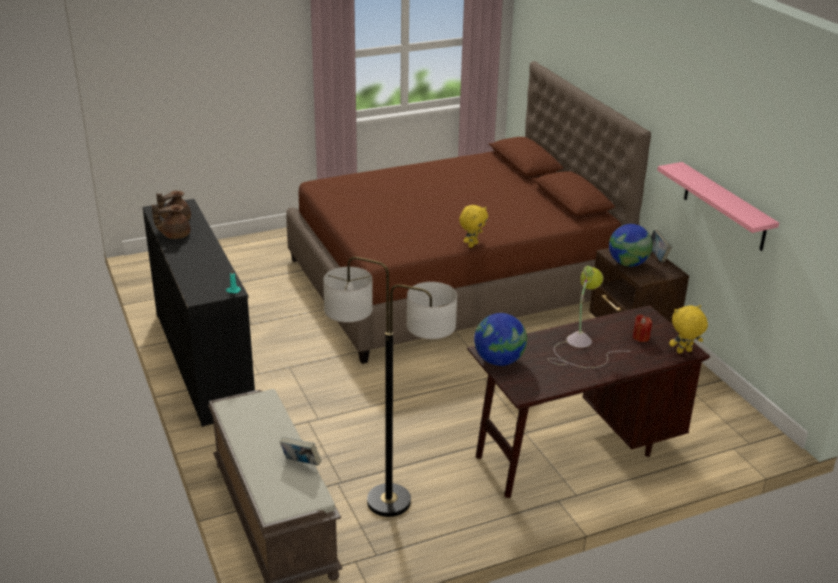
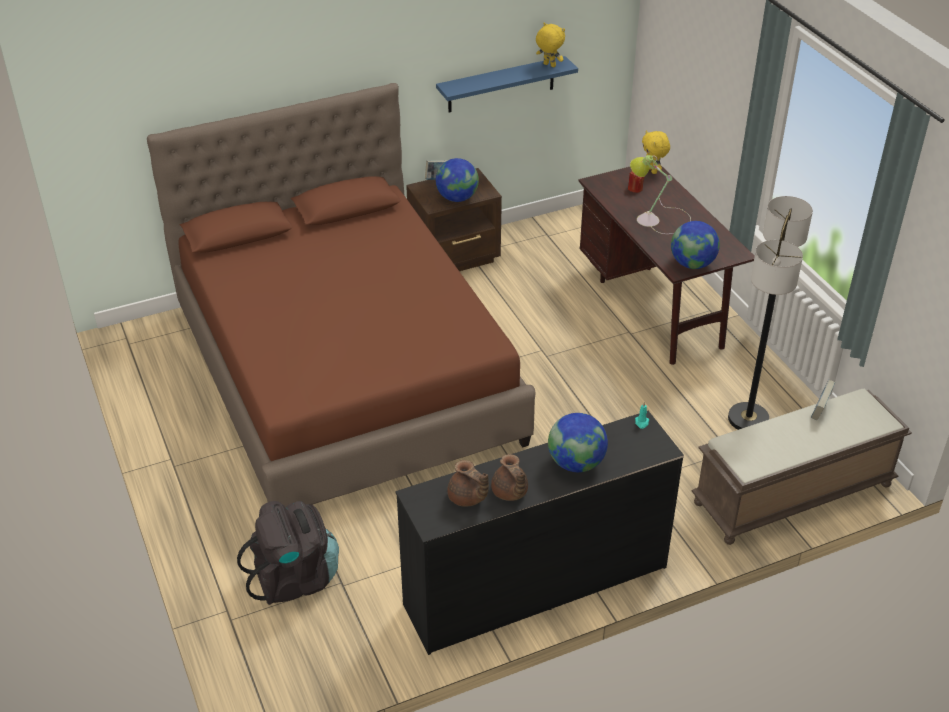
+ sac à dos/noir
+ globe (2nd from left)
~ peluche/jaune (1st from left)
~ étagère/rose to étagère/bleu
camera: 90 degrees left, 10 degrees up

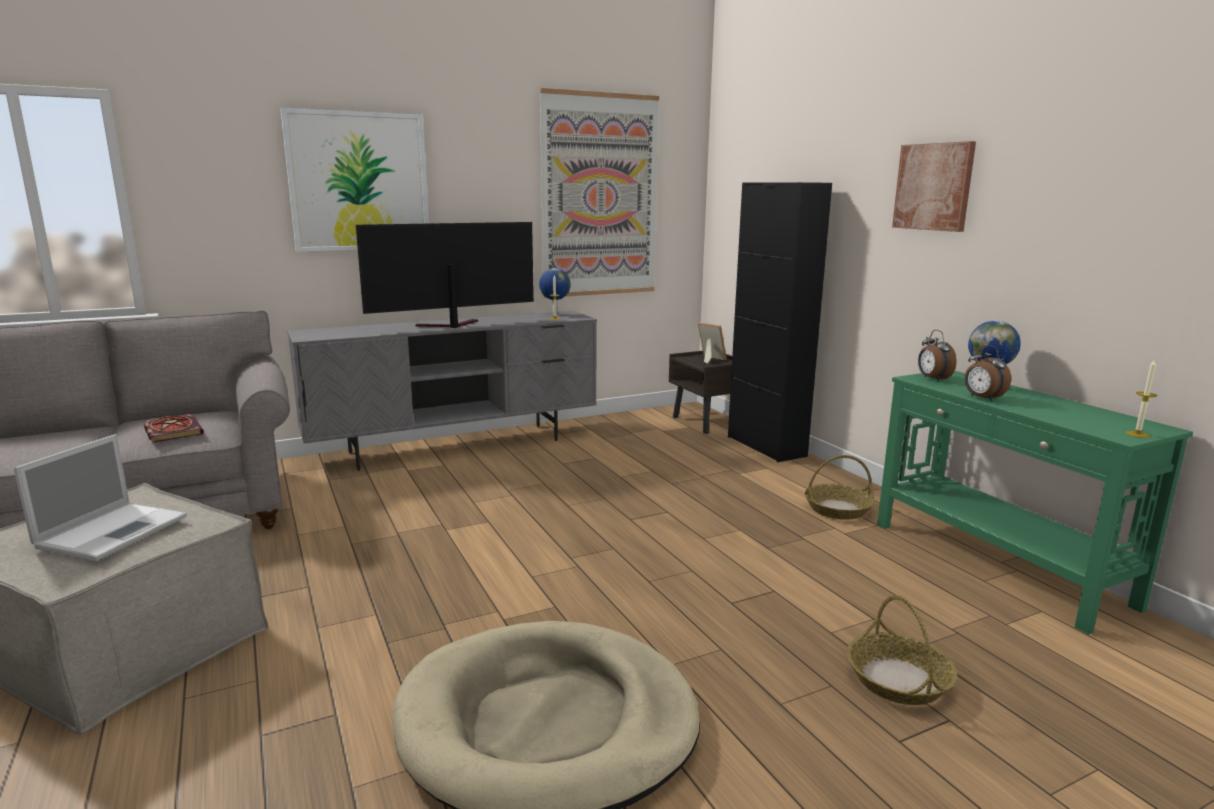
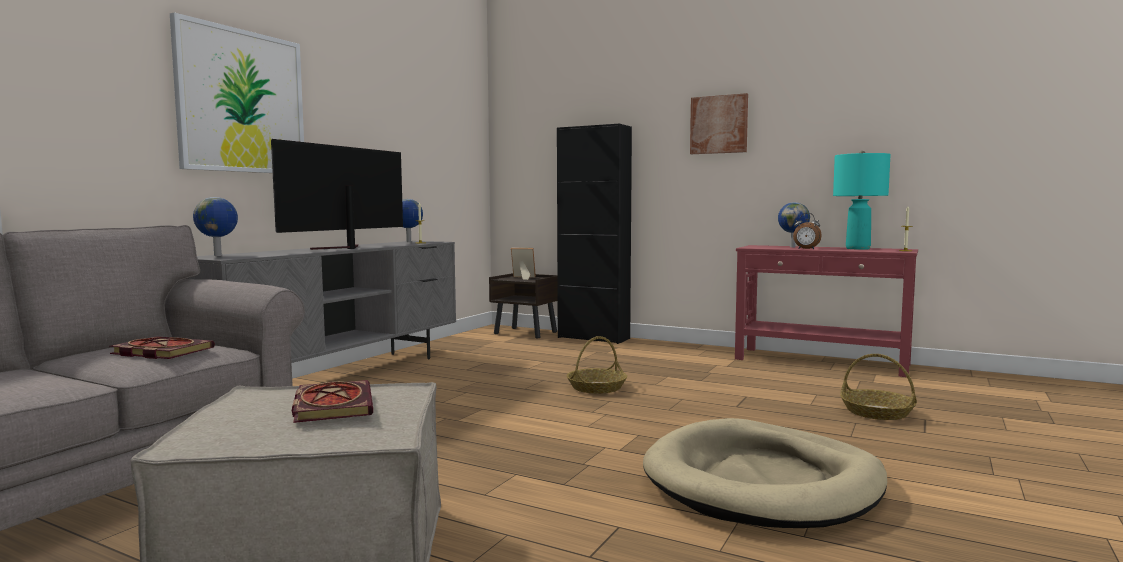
- tableau (2nd from left)
- réveil (1st from left)
+ globe (1st from left)
+ lampe de table/turquoise
~ panier (1st from left)
~ ordinateur portable to livre (2nd from left)
~ table console/vert to table console/rouge
camera: 35 degrees left, 10 degrees down

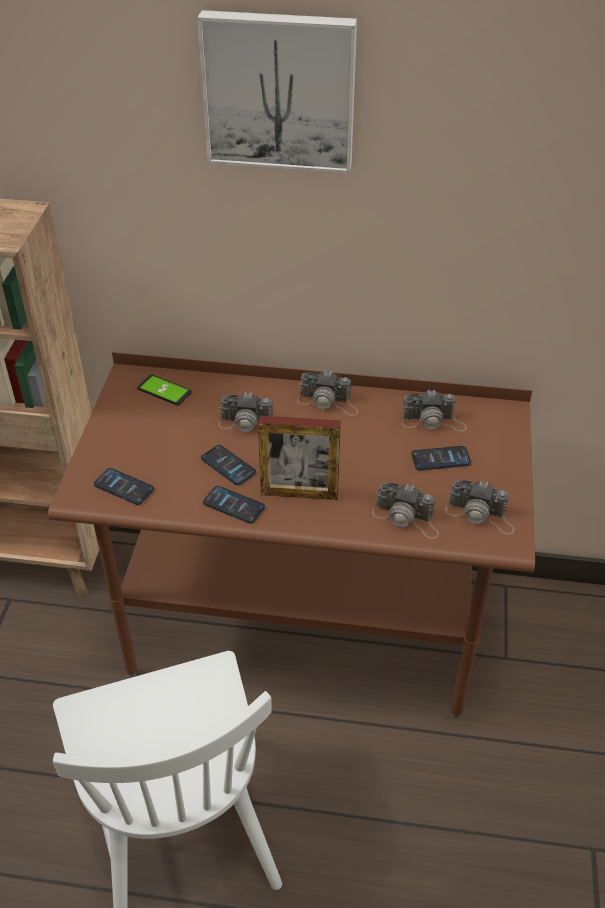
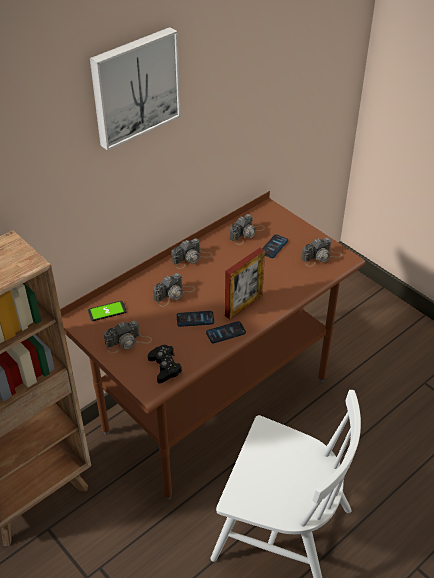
~ appareil photo (3rd from left in the first image) to appareil photo (1st from left)
~ téléphone (1st from left) to manette/noir
camera: 50 degrees left, 0 degrees up

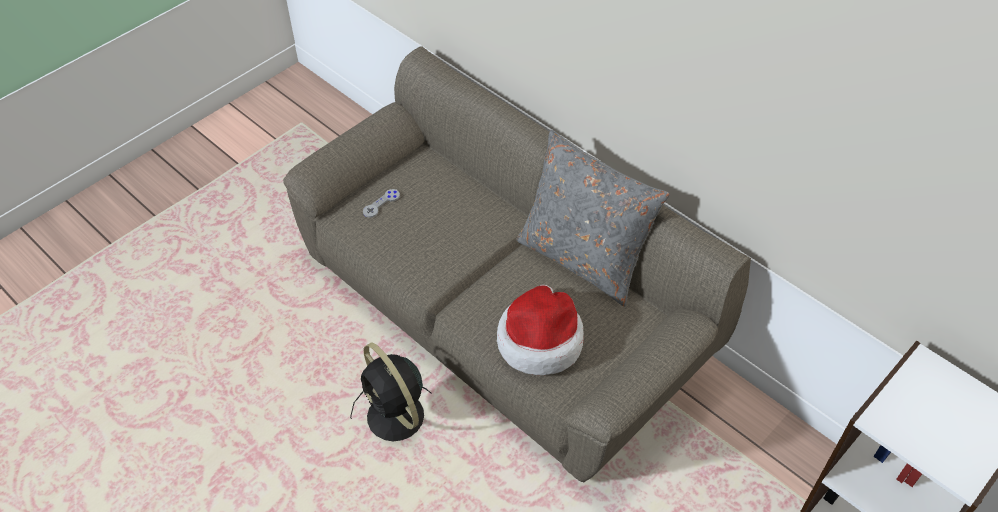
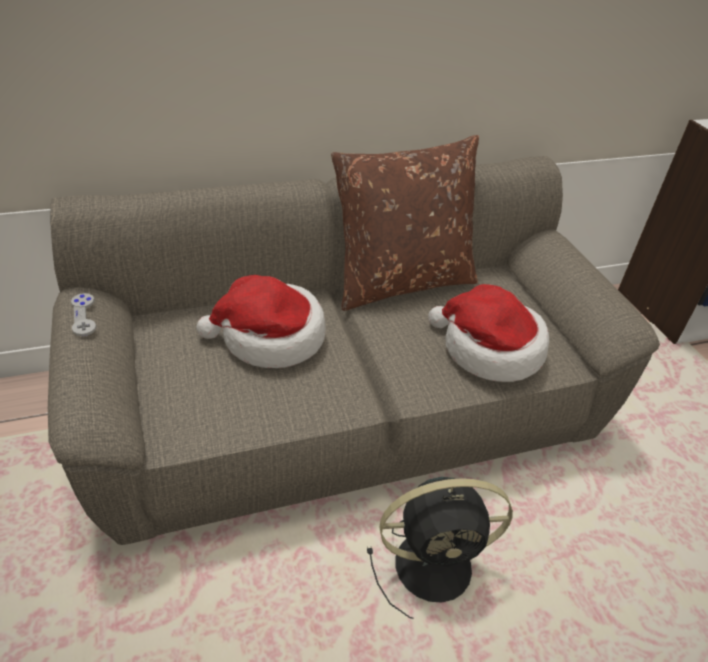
+ chapeau (1st from left)
~ manette/gris
~ coussin/gris to coussin/marron
camera: 65 degrees left, 10 degrees down

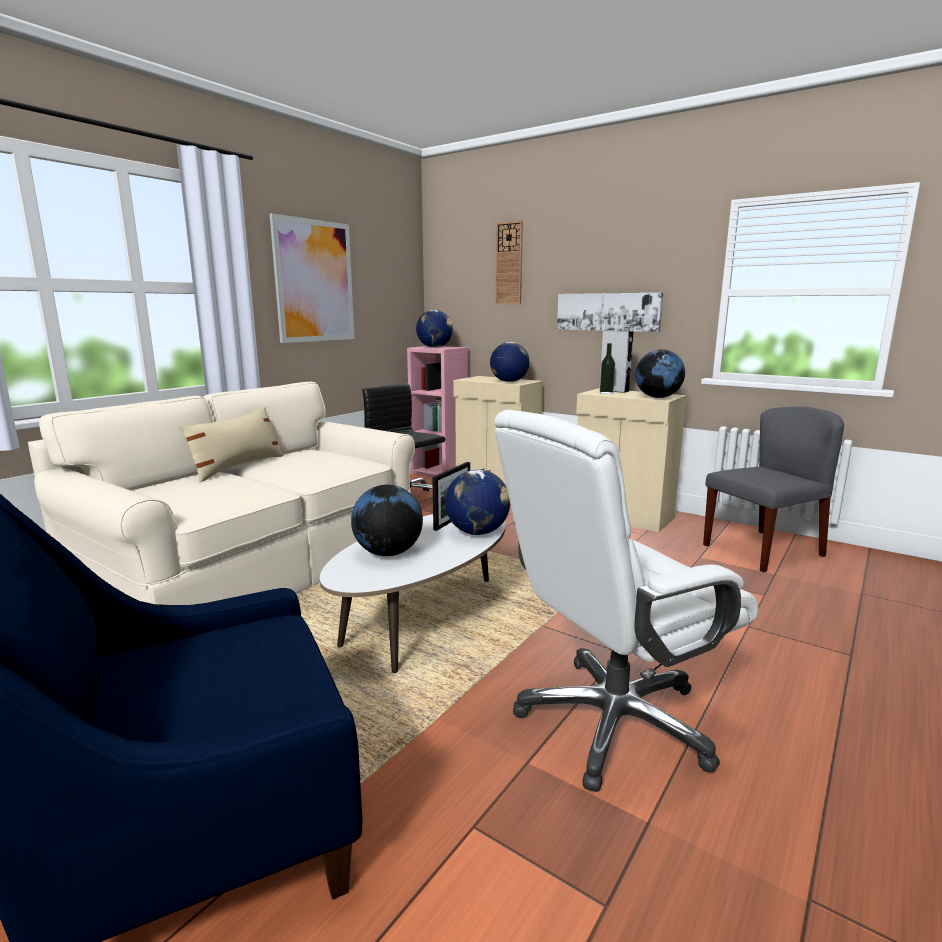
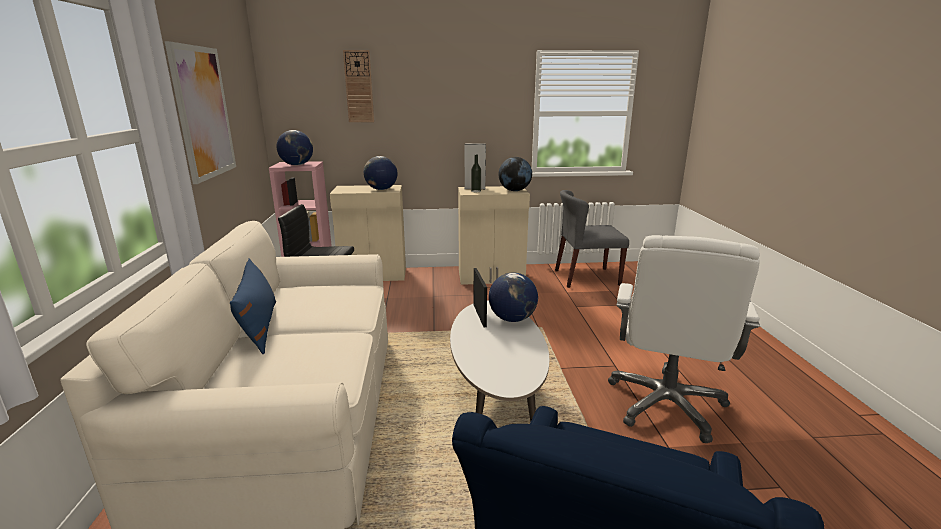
- globe (1st from left)
- tableau (2nd from left)
~ coussin/beige to coussin/bleu
~ chaise/gris 120 degrees counterclockwise
camera: 40 degrees left, 5 degrees up

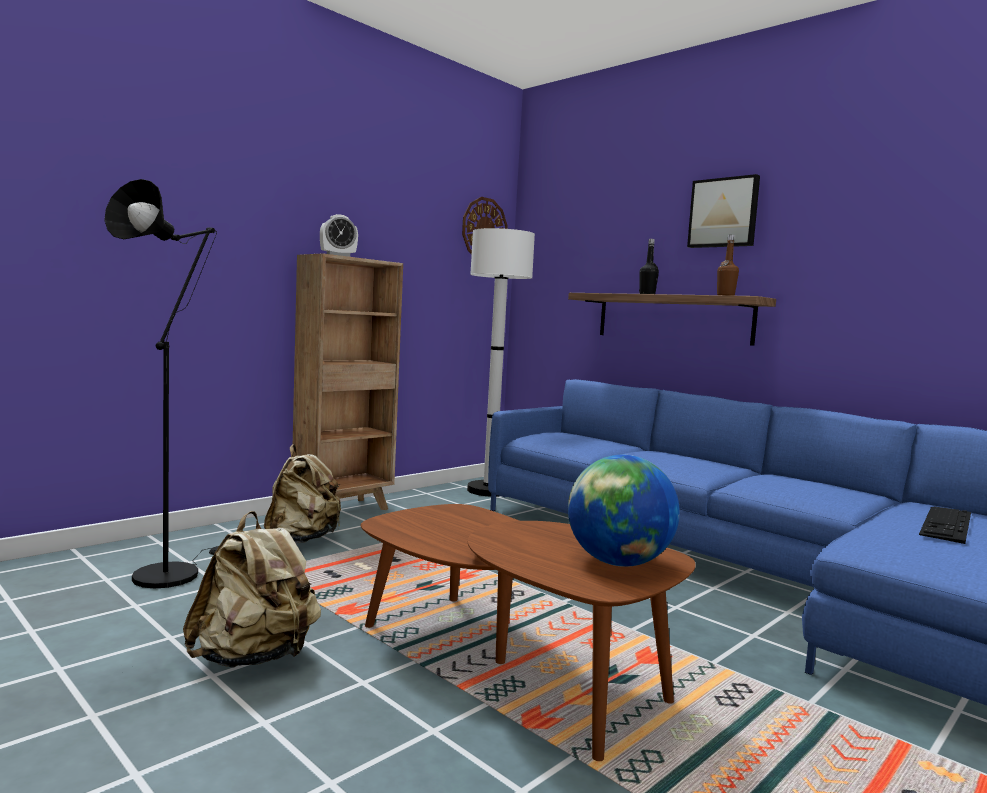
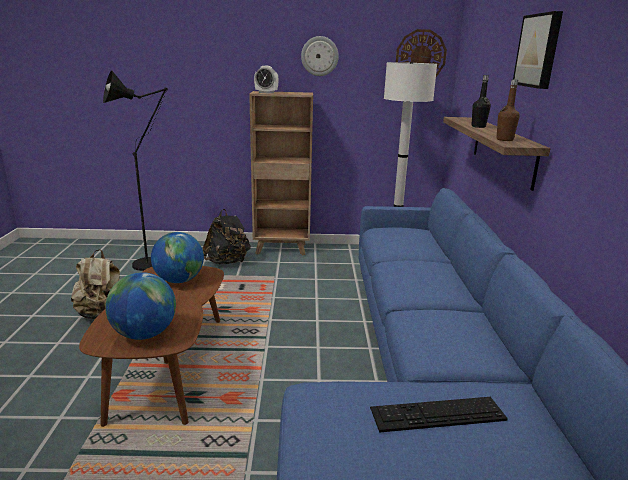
+ globe (2nd from left)
+ horloge murale (1st from left)
~ sac à dos/beige (2nd from left) to sac à dos/noir
camera: 45 degrees right, 15 degrees up

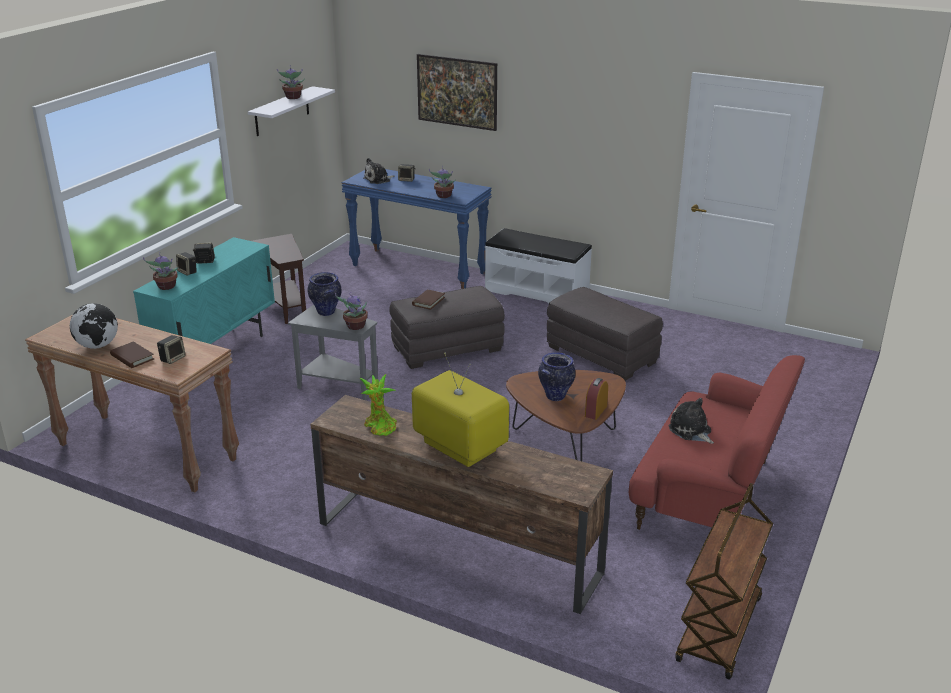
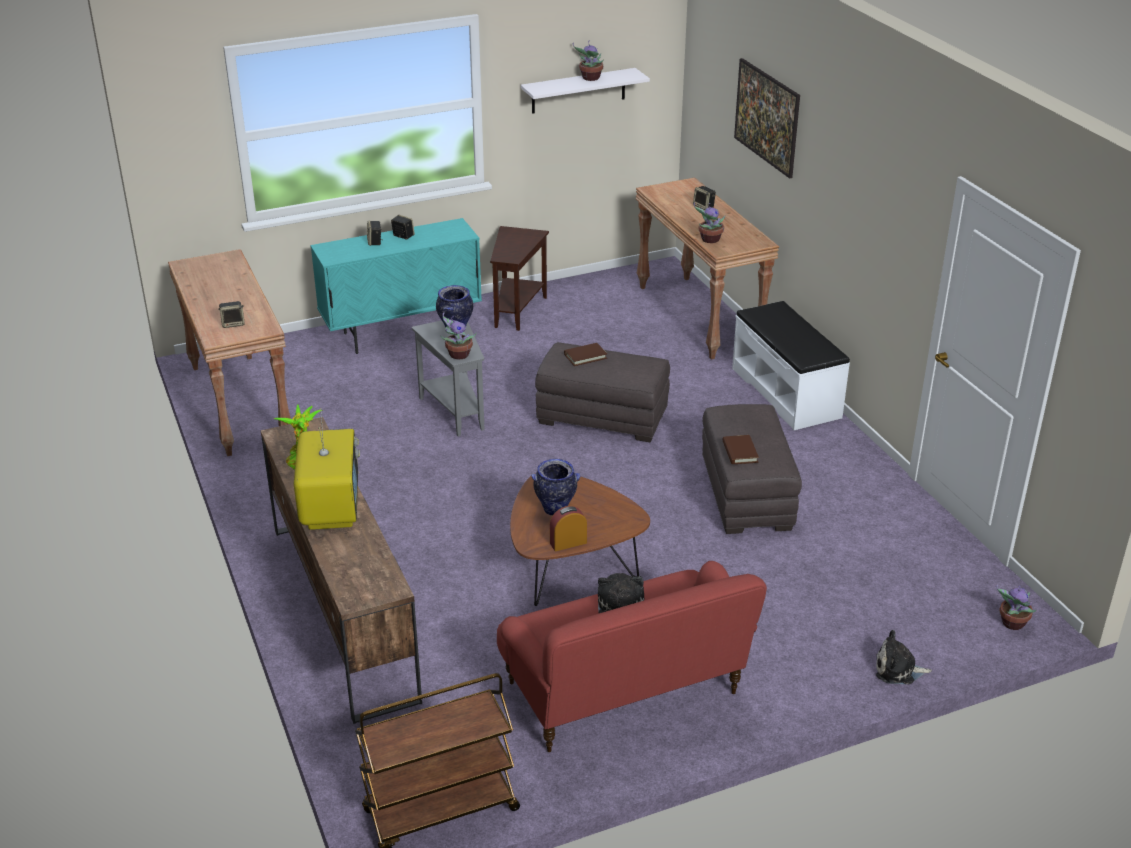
- globe
~ livre/marron (1st from left in the first image) to livre/marron (2nd from left)
~ plante en pot (1st from left in the first image) to plante en pot (5th from left)
~ peluche (1st from left in the first image) to peluche (2nd from left)
~ table console/bleu to table console/marron (2nd from left)
camera: 40 degrees right, 5 degrees up

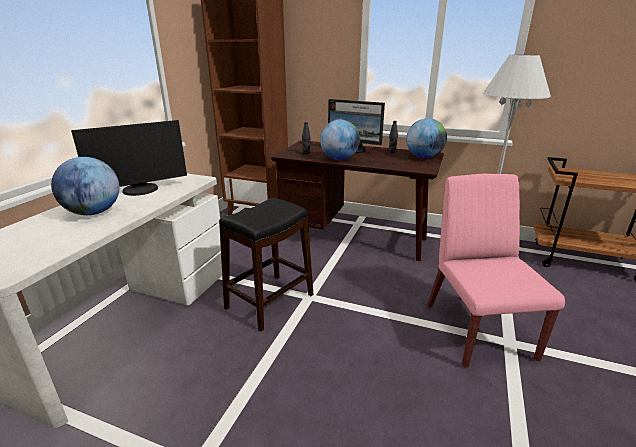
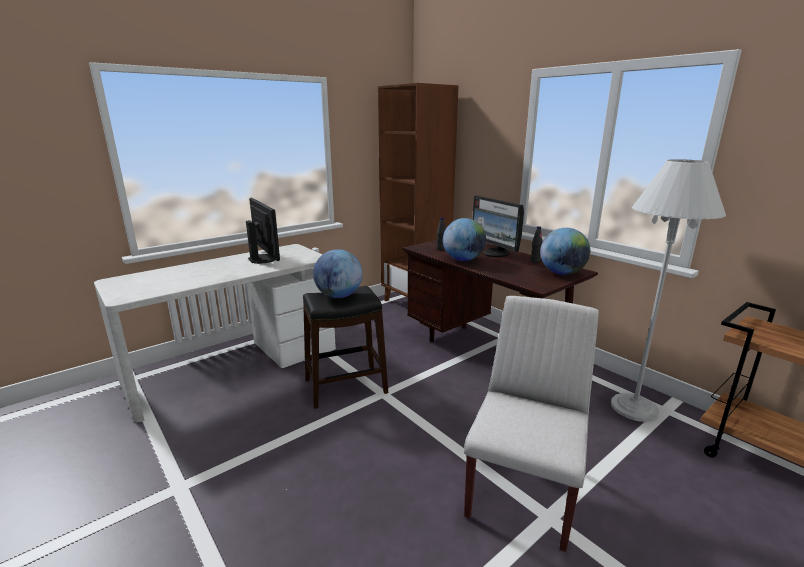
~ globe (1st from left)
~ chaise/rose to chaise/blanc
~ écran d'ordinateur (1st from left) 120 degrees counterclockwise
camera: 30 degrees right, 5 degrees down

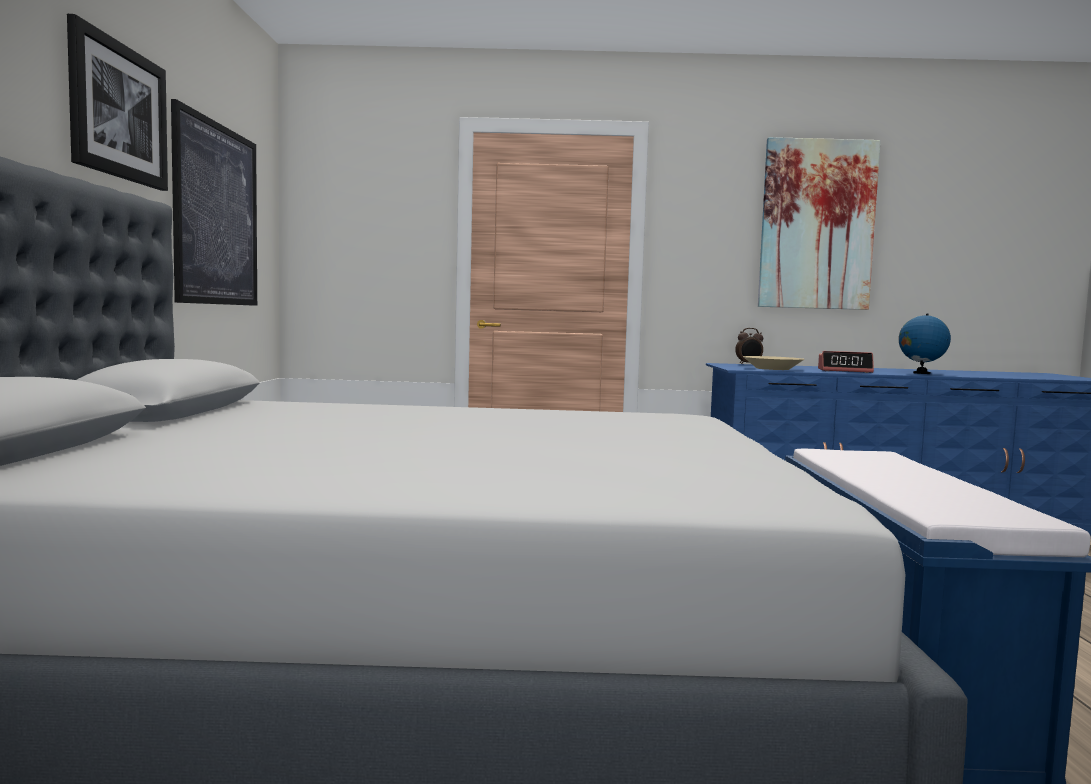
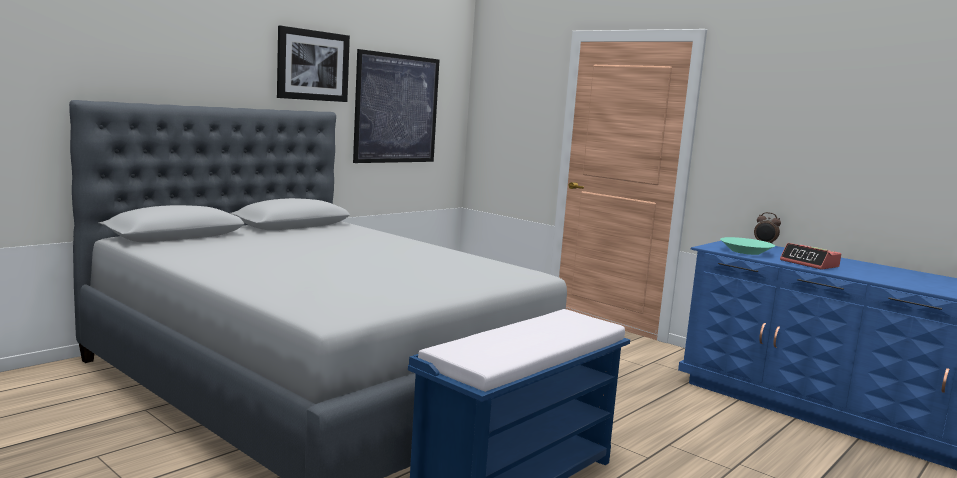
- tableau (3rd from left)
- globe
~ bol/beige to bol/turquoise
camera: 40 degrees right, 5 degrees up

